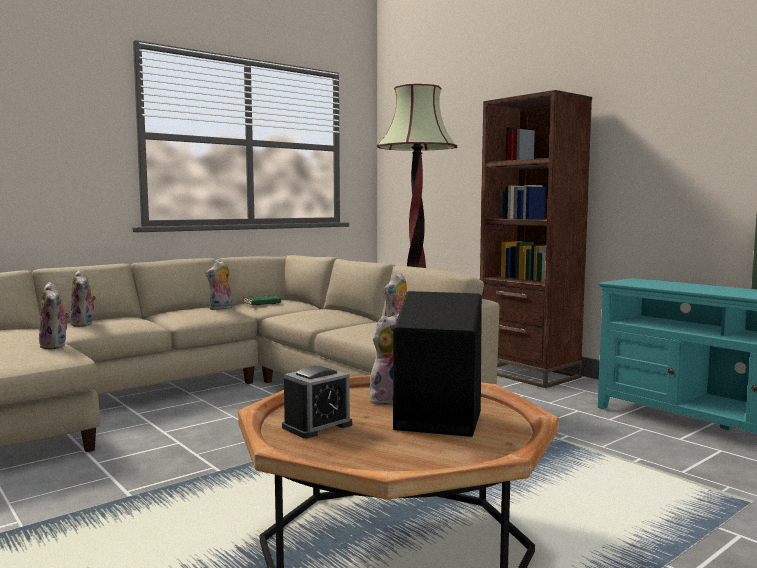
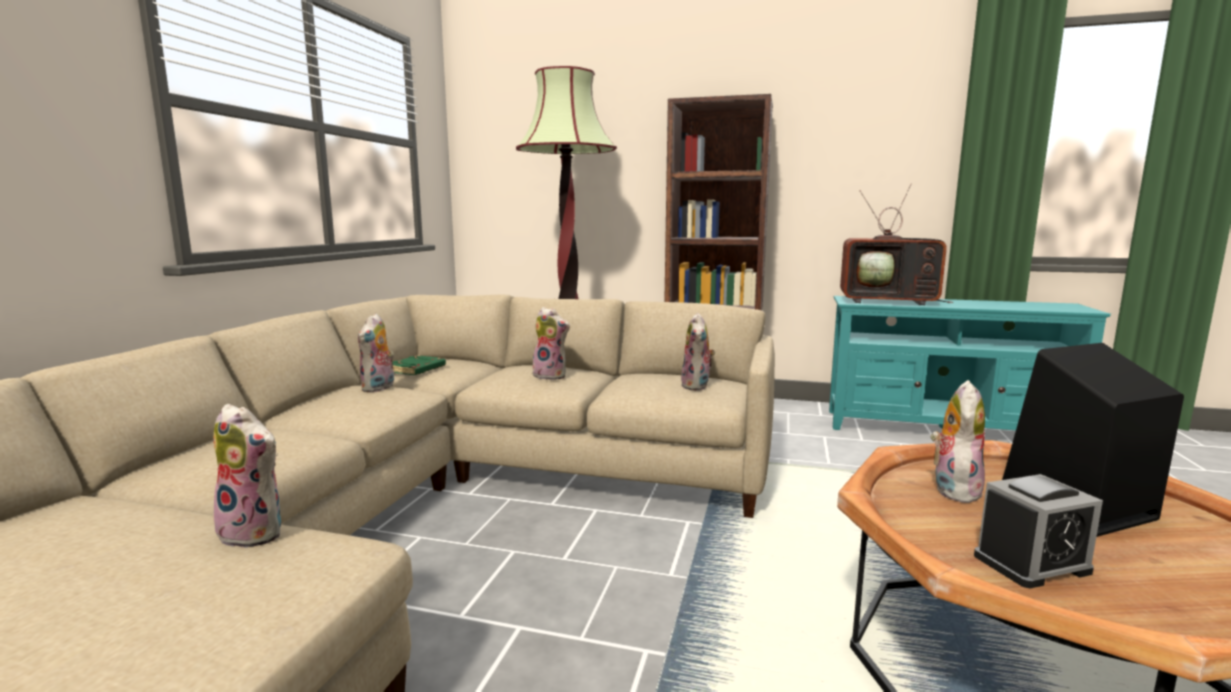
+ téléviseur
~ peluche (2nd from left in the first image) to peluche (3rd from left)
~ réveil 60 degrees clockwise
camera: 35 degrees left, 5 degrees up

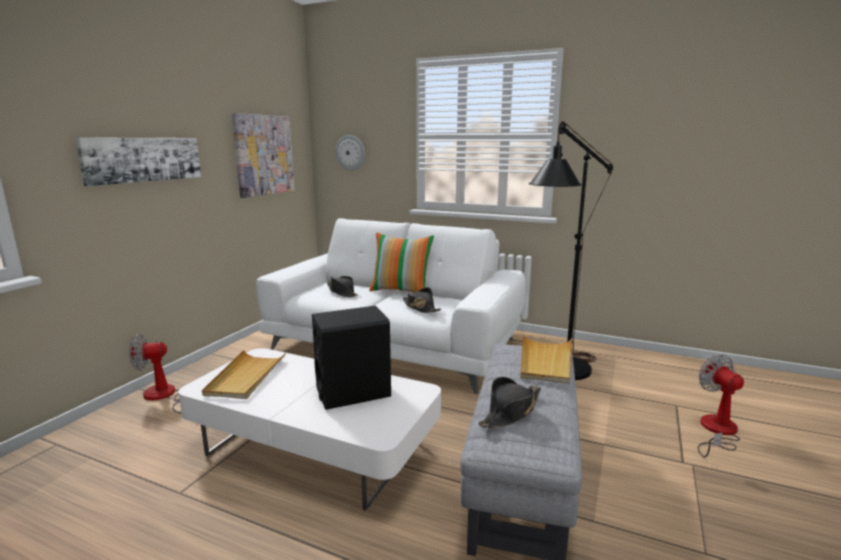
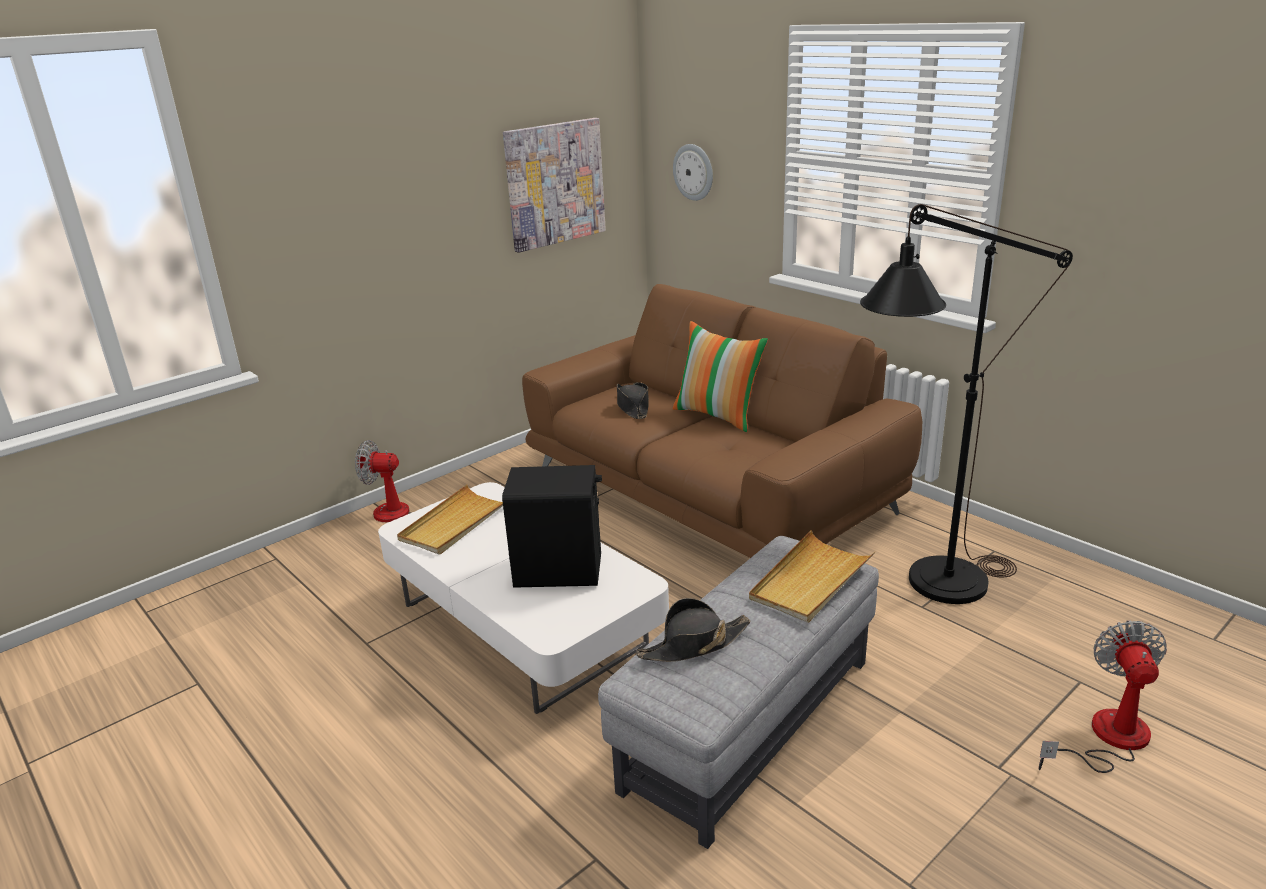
- tableau (1st from left)
- chapeau/noir (2nd from left)
~ canapé/blanc to canapé/marron
camera: 25 degrees right, 10 degrees up

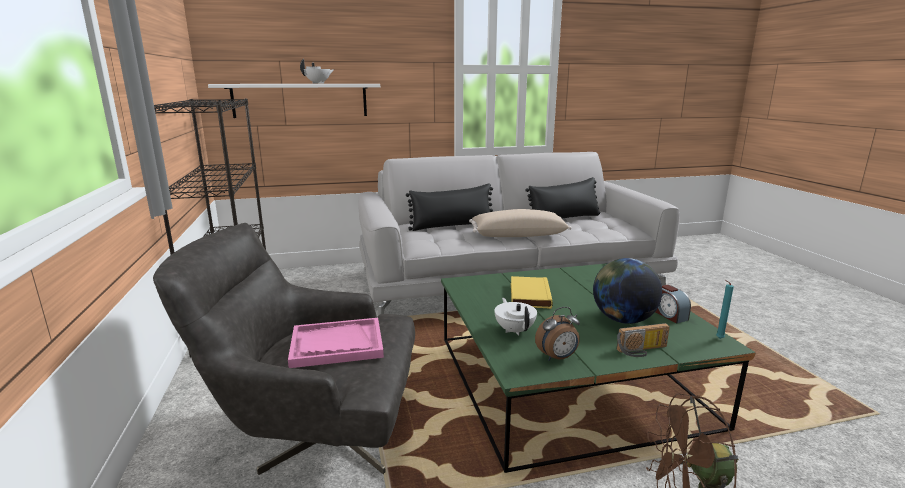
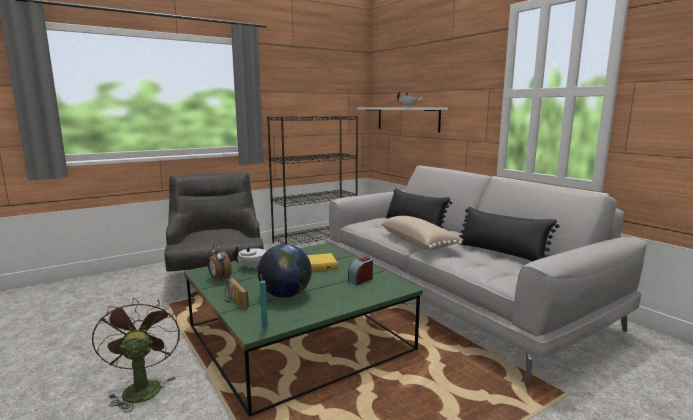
- plateau/rose
~ réveil (2nd from left)
camera: 70 degrees right, 5 degrees down

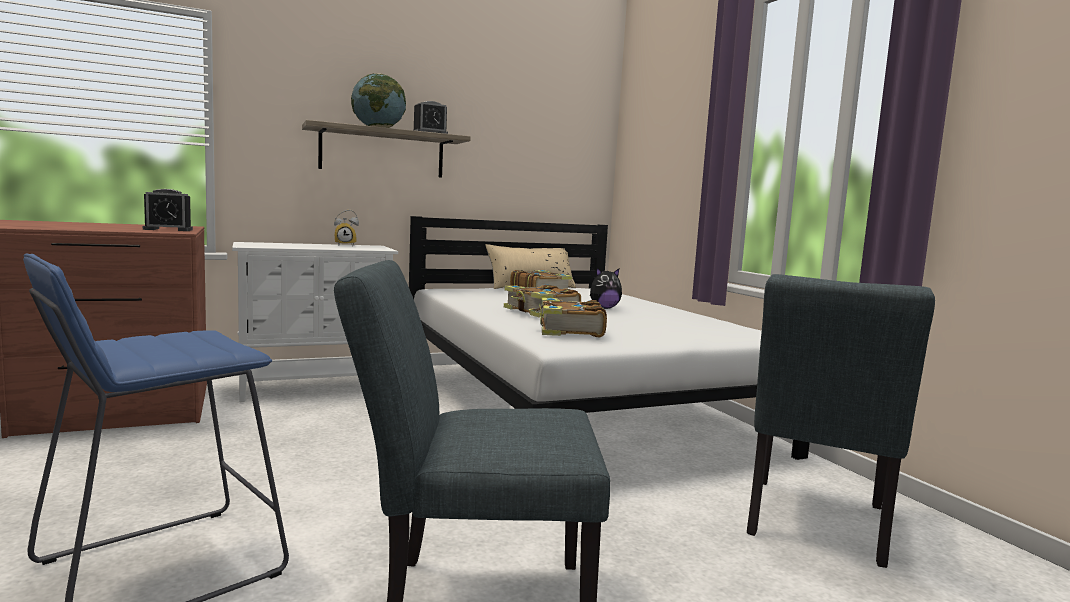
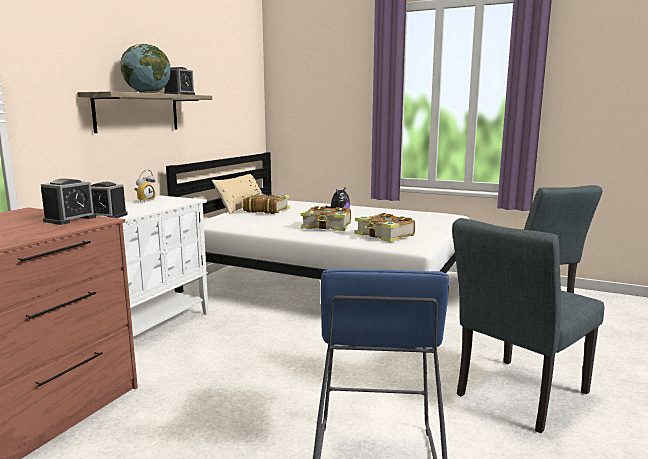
+ réveil (2nd from left)
camera: 40 degrees left, 5 degrees up

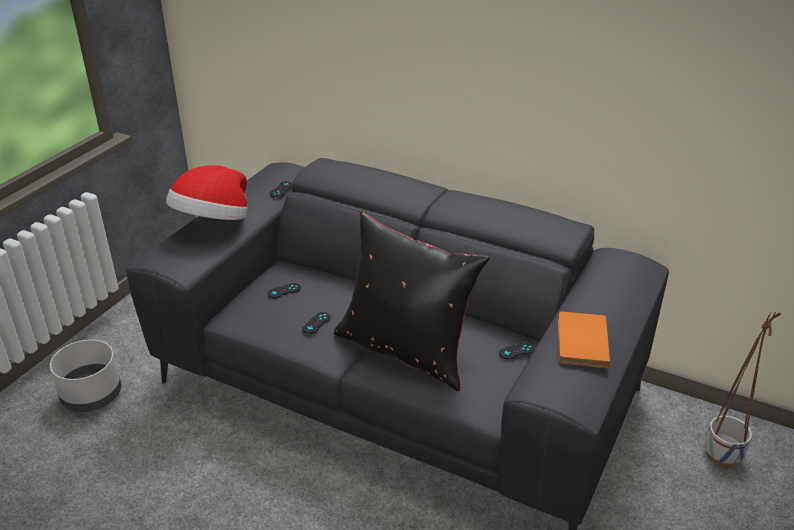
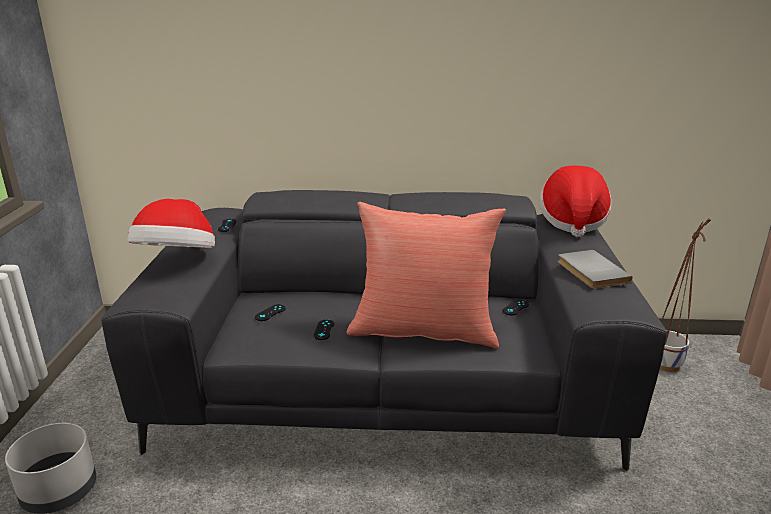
+ chapeau (2nd from left)
~ coussin/noir to coussin/rouge
~ livre/orange to livre/gris
camera: 25 degrees left, 10 degrees down

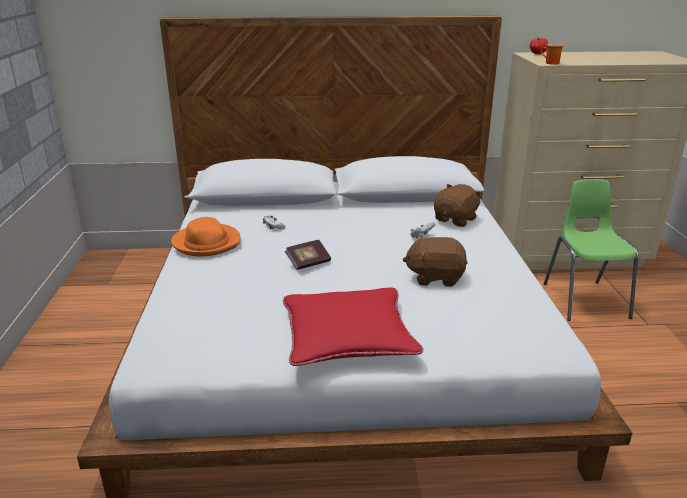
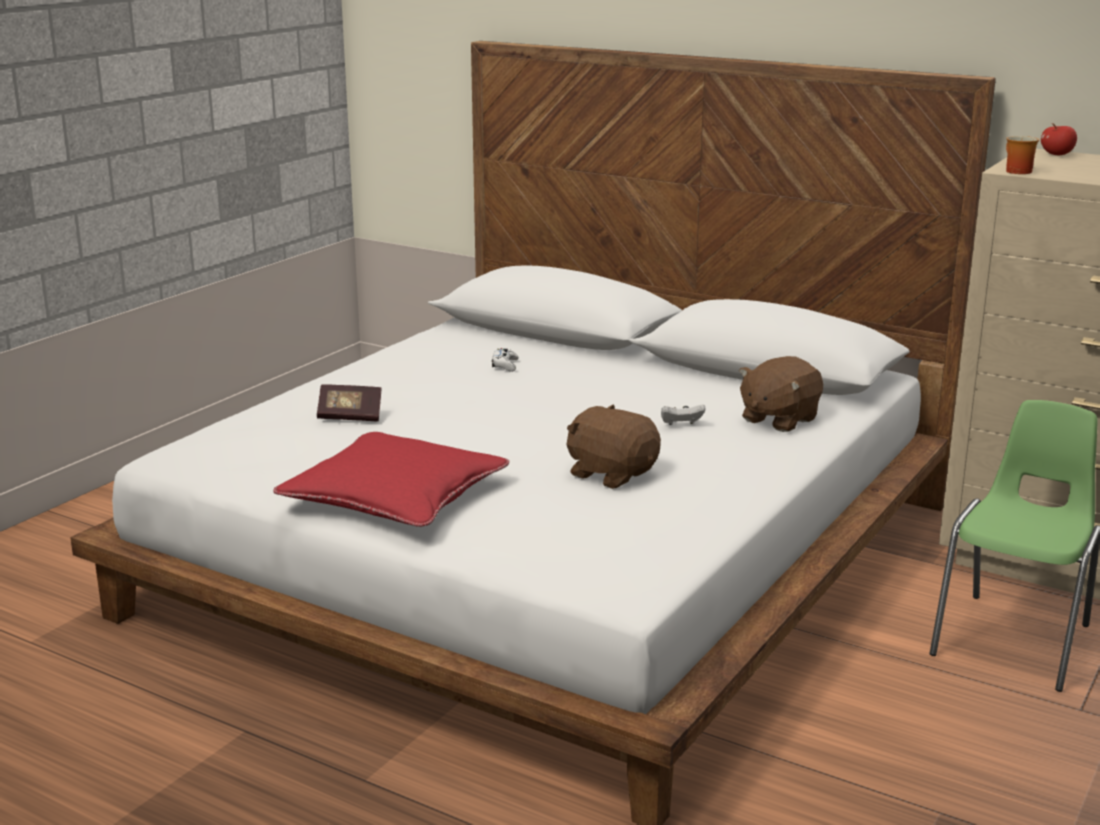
- chapeau/orange
~ livre
~ peluche/marron (2nd from left) 150 degrees clockwise
camera: 35 degrees right, 5 degrees down

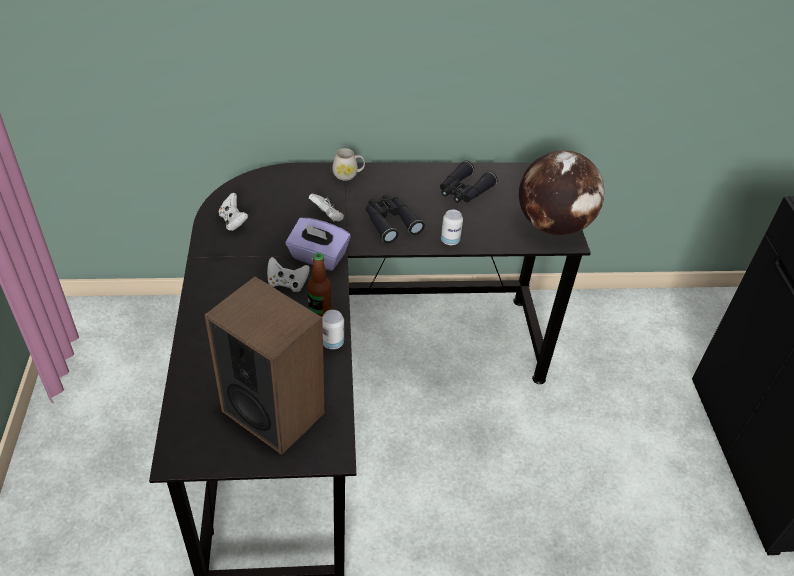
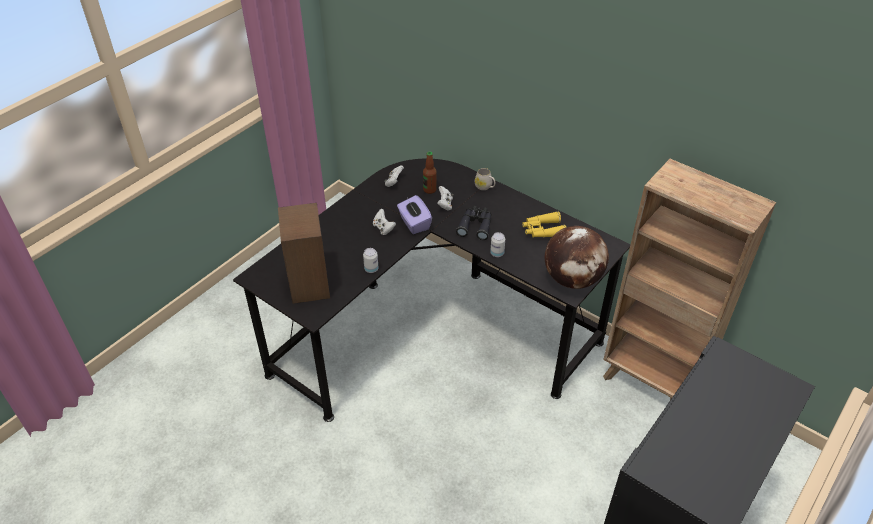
+ bibliothèque/marron
~ bouteille
~ jumelles/noir (2nd from left) to jumelles/jaune
camera: 45 degrees right, 0 degrees up

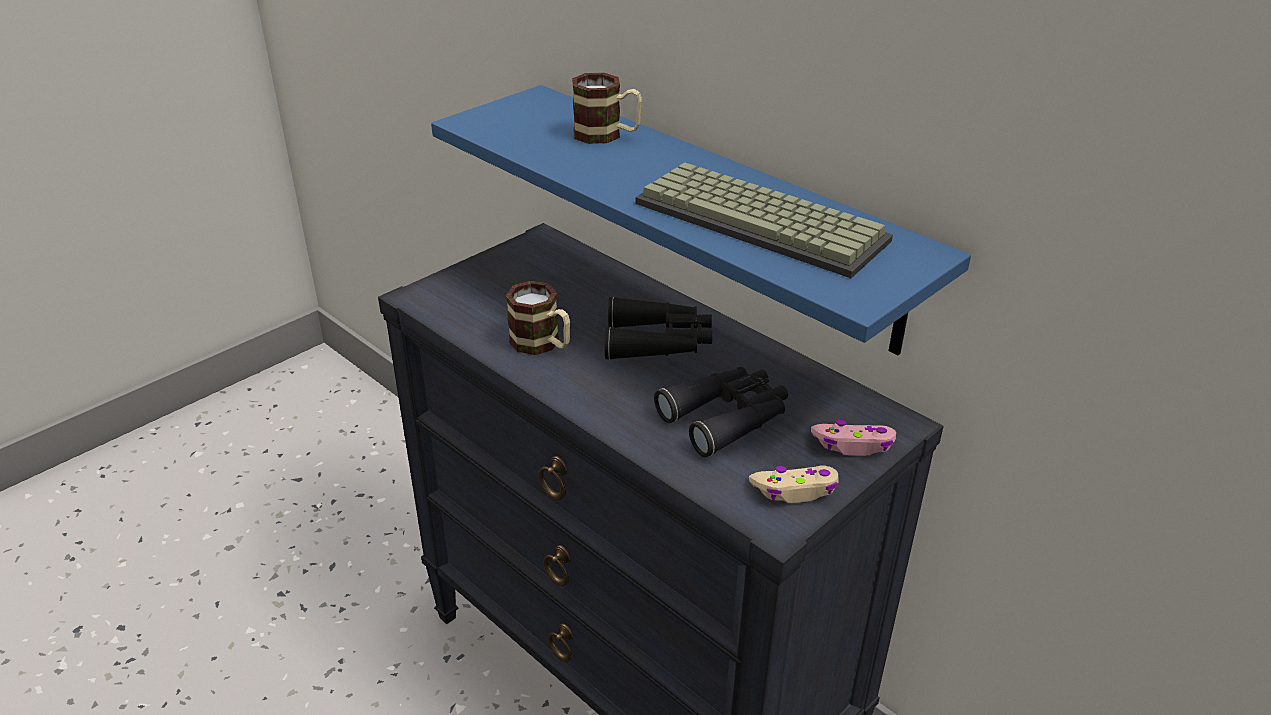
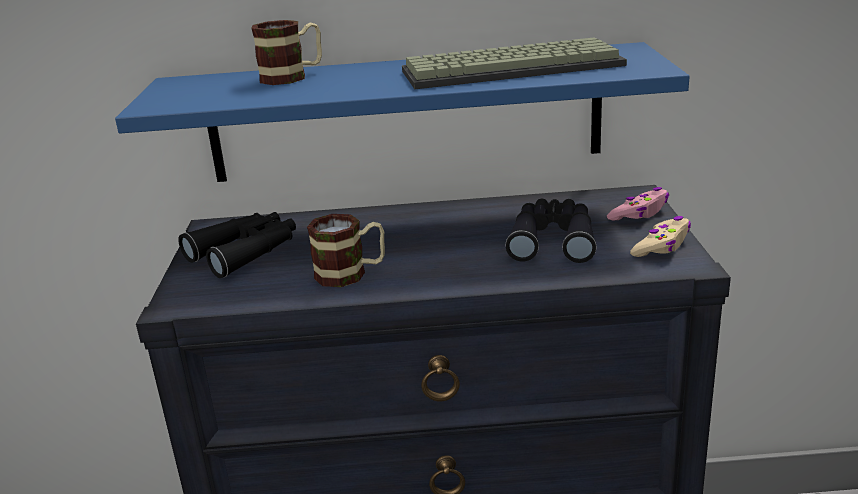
~ jumelles/noir (1st from left)
camera: 45 degrees left, 10 degrees down

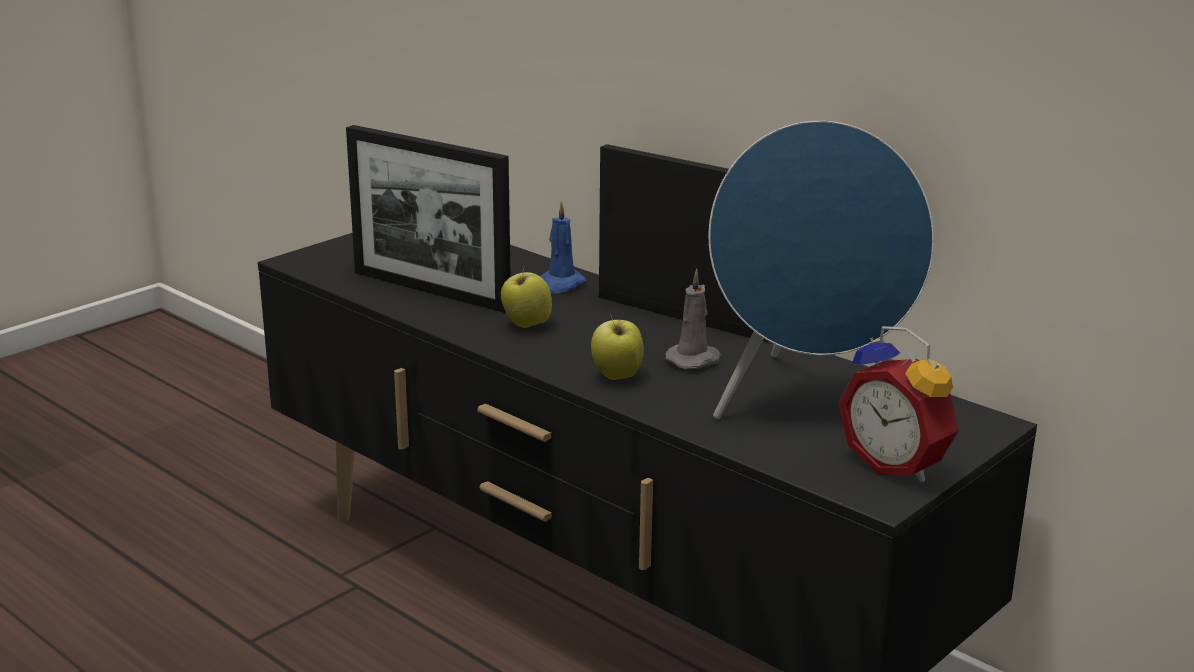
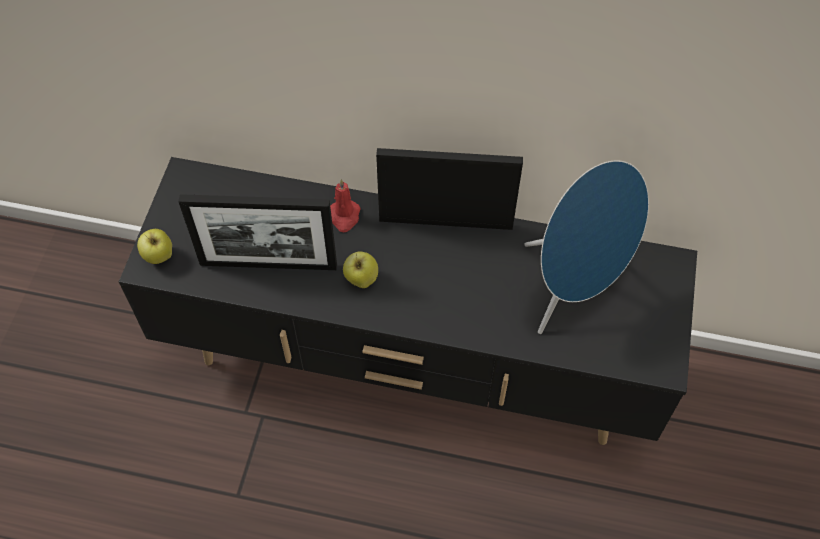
- bougie/gris
- réveil
~ pomme (2nd from left in the first image) to pomme (1st from left)
~ bougie/bleu to bougie/rouge
camera: 30 degrees left, 35 degrees up

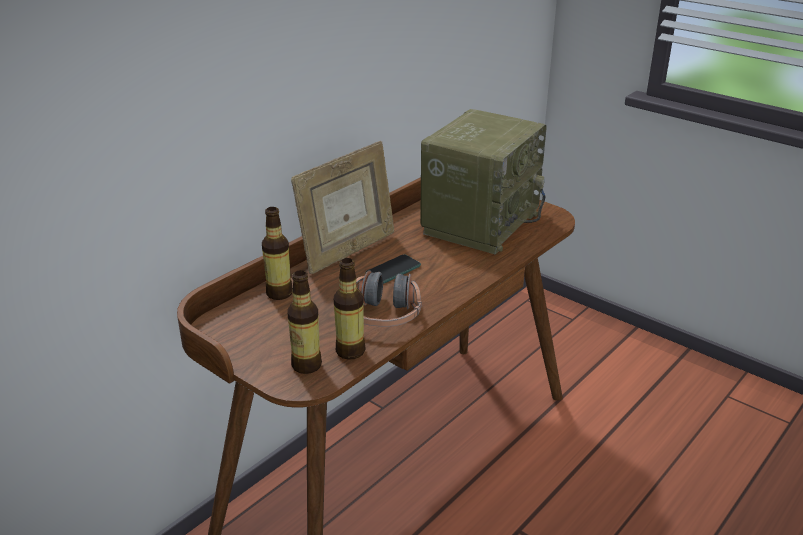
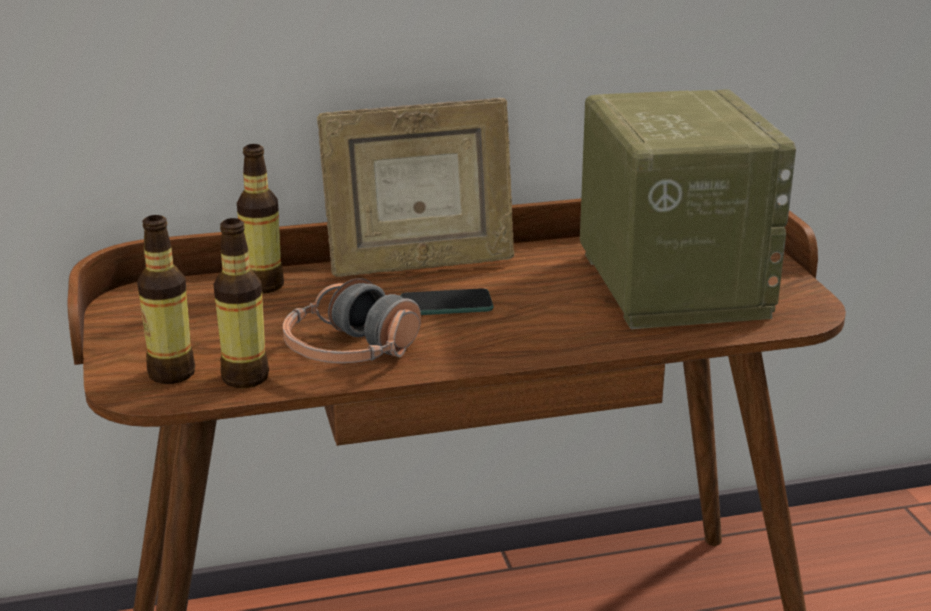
~ radio 75 degrees counterclockwise
camera: 35 degrees right, 5 degrees down

